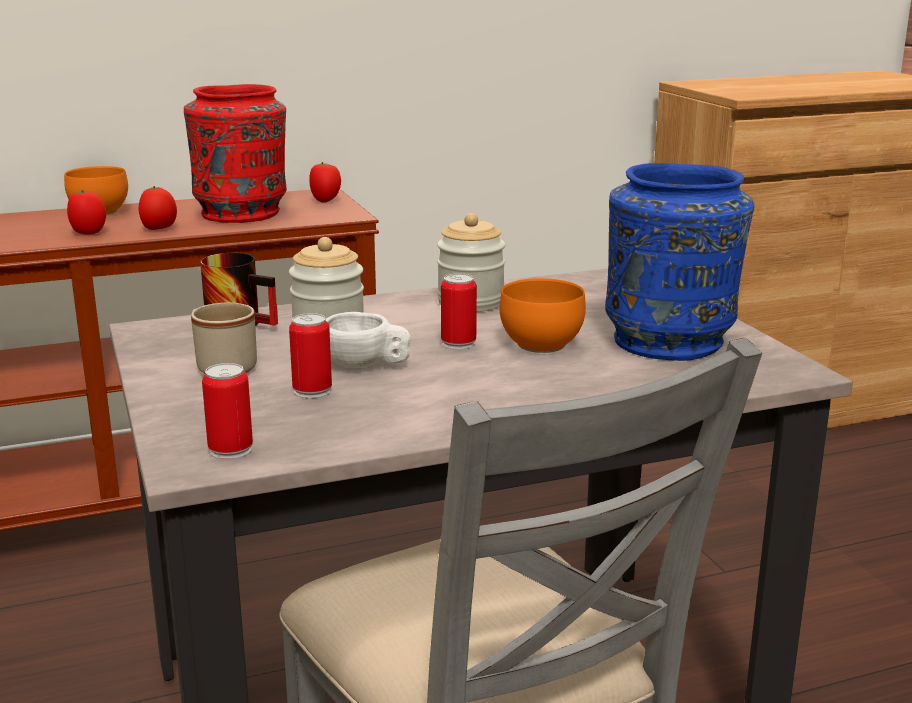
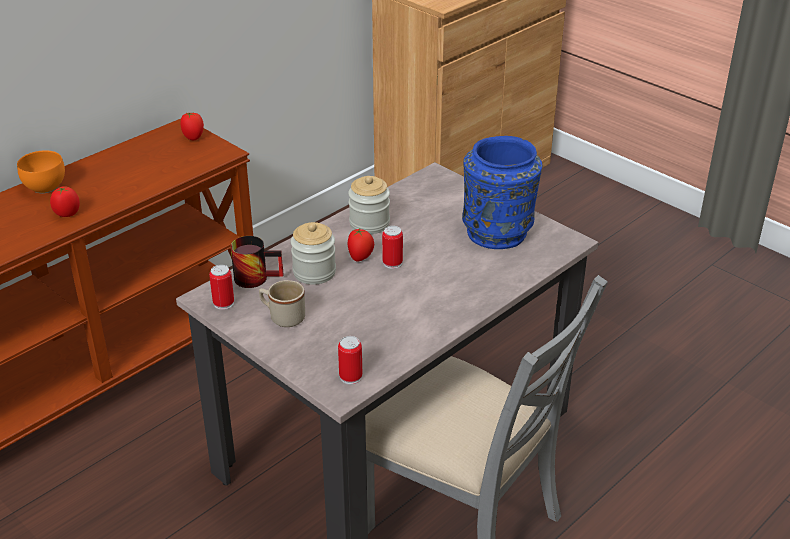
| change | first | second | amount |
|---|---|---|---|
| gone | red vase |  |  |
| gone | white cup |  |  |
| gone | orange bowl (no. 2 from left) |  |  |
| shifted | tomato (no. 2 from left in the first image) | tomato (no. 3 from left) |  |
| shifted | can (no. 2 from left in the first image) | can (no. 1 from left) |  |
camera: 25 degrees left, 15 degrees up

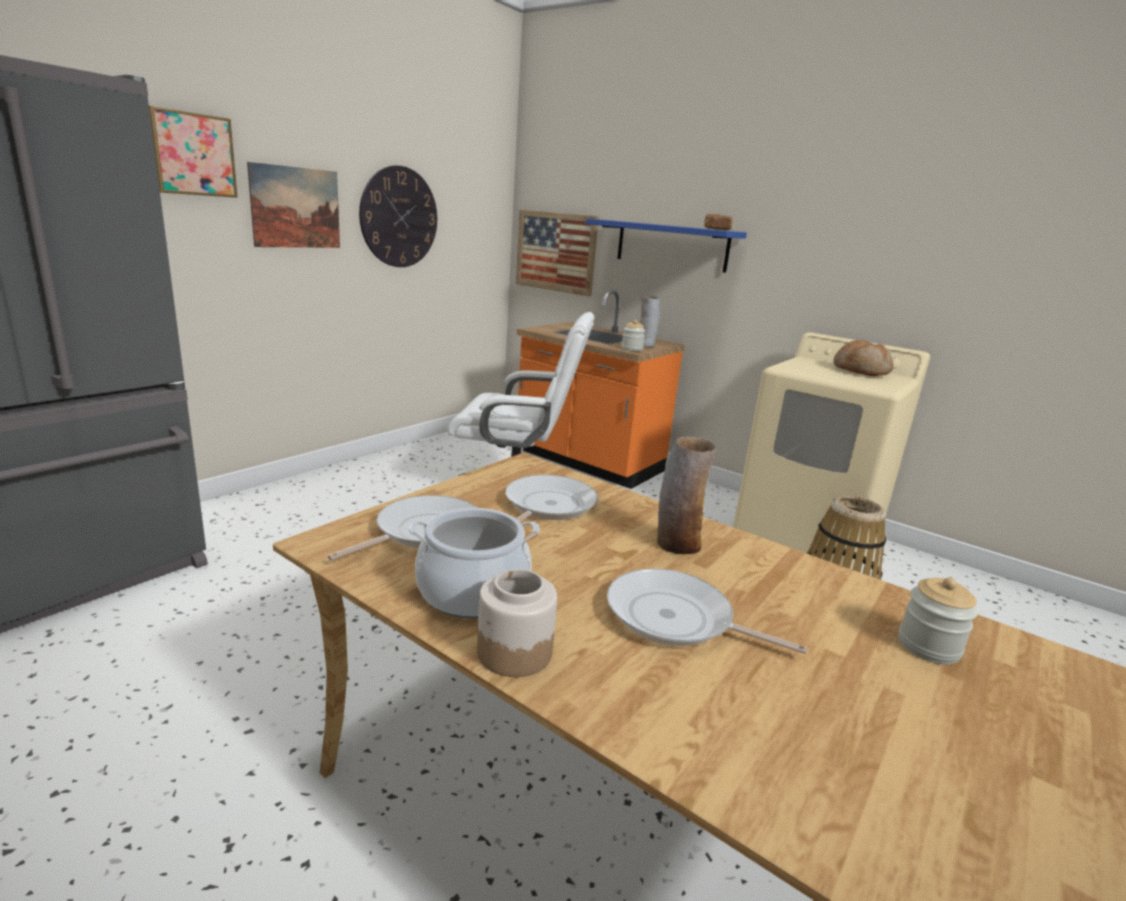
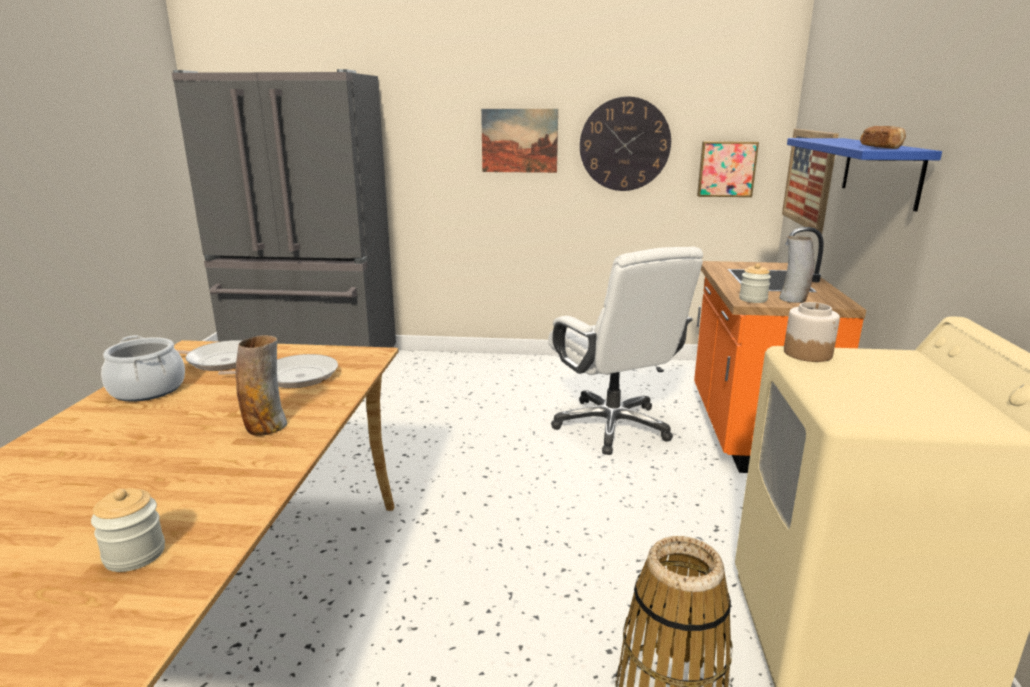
| change | first | second | amount |
|---|---|---|---|
| gone | frying pan (no. 3 from left) |  |  |
| gone | bread (no. 2 from left) |  |  |
| shifted | picture (no. 1 from left in the first image) | picture (no. 2 from left) |  |
| shifted | jar (no. 1 from left in the first image) | jar (no. 3 from left) |  |
camera: 60 degrees right, 0 degrees up

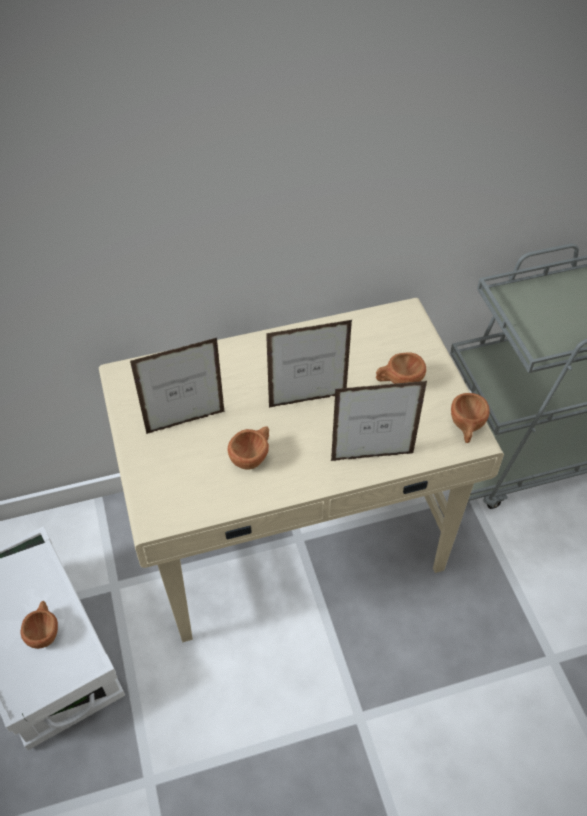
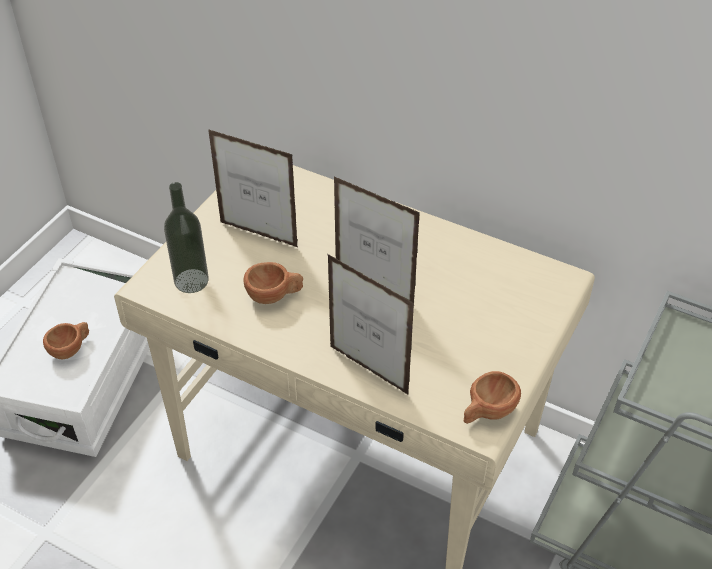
| change | first | second | amount |
|---|---|---|---|
| gone | brown cup (no. 3 from left) |  |  |
| new |  | bottle |  |
camera: 45 degrees right, 5 degrees down

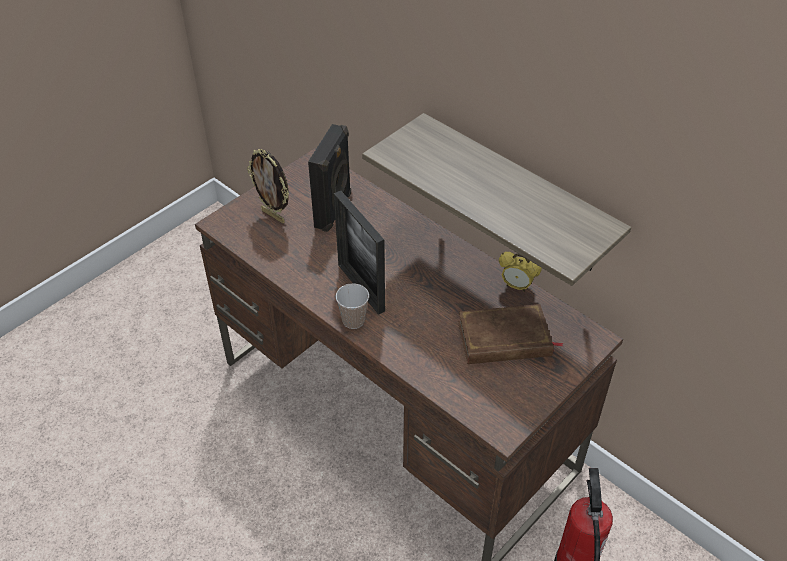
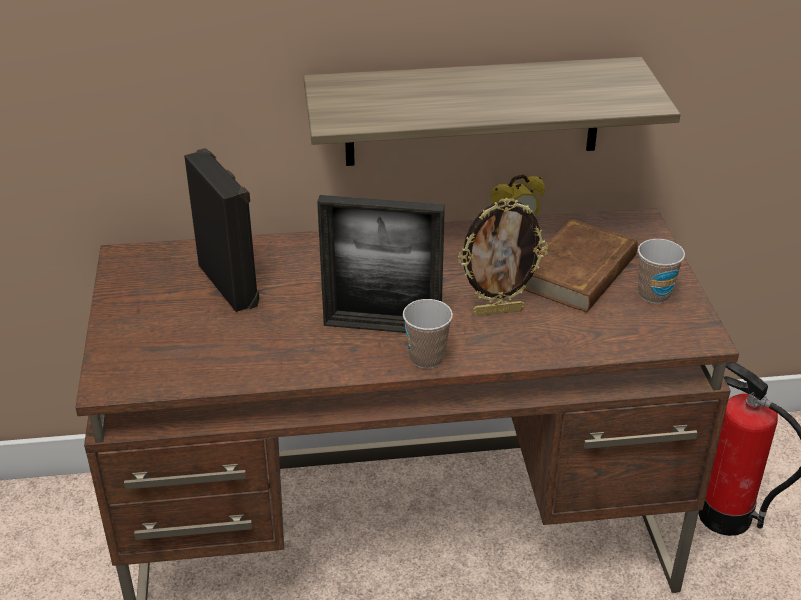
| change | first | second | amount |
|---|---|---|---|
| new |  | cup (no. 2 from left) |  |
| shifted | picture frame (no. 1 from left in the first image) | picture frame (no. 2 from left) |  |
camera: 50 degrees left, 10 degrees down

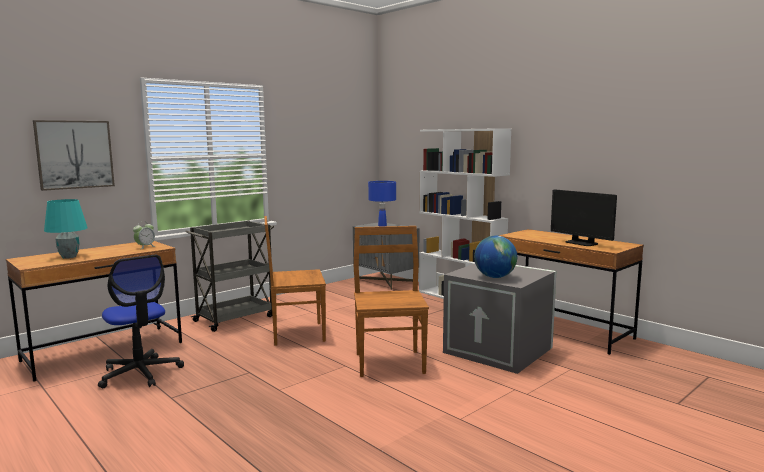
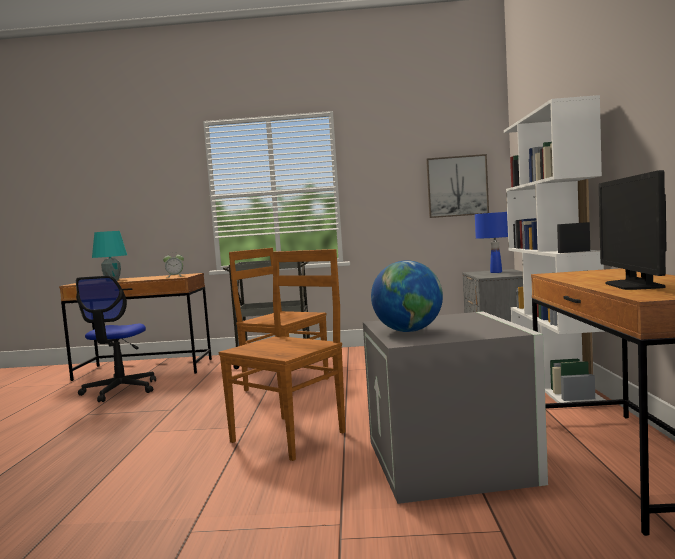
| change | first | second | amount |
|---|---|---|---|
| shifted | picture |  |  |
camera: 45 degrees right, 5 degrees down

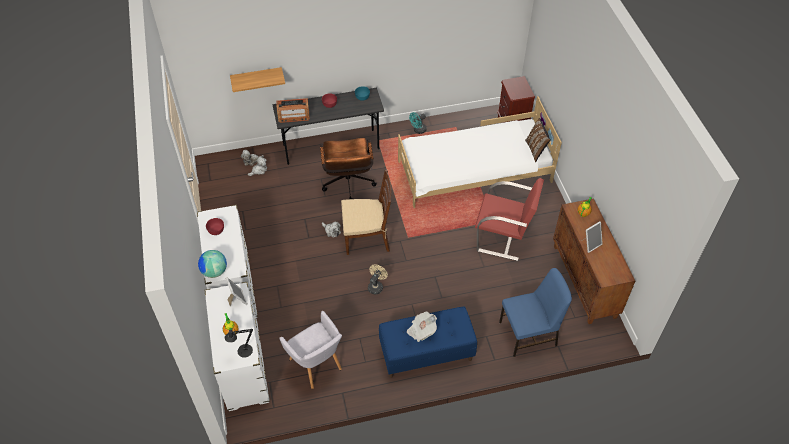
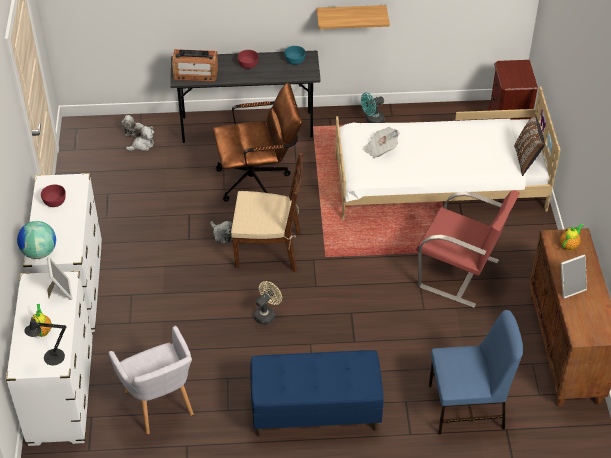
| change | first | second | amount |
|---|---|---|---|
| shifted | shelf |  |  |
| shifted | newspaper |  |  |
| rotated | brown office chair |  | 105 degrees counterclockwise |
camera: 10 degrees right, 5 degrees down

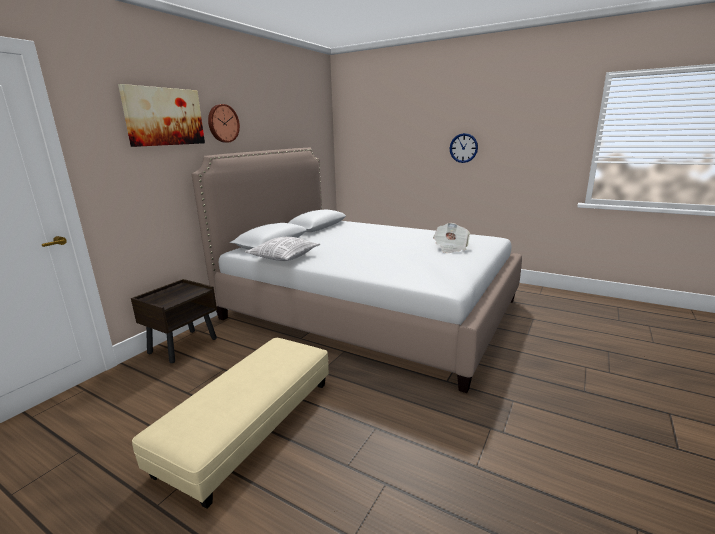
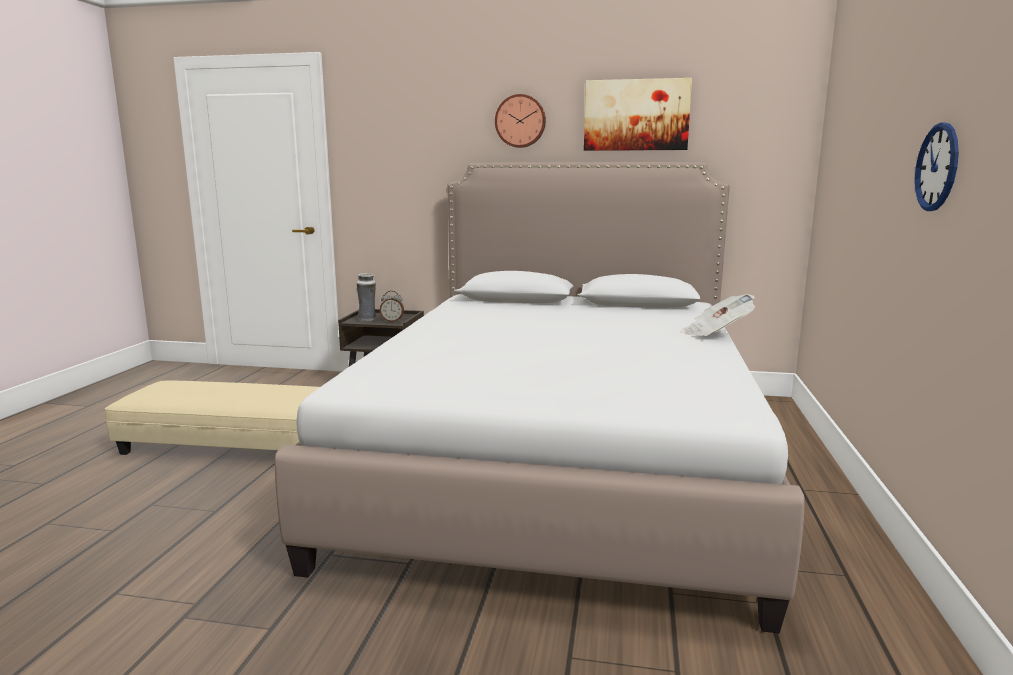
| change | first | second | amount |
|---|---|---|---|
| gone | pillow |  |  |
| new |  | vase |  |
| new |  | alarm clock |  |
| shifted | picture |  |  |
| shifted | newspaper |  |  |
camera: 70 degrees right, 5 degrees down

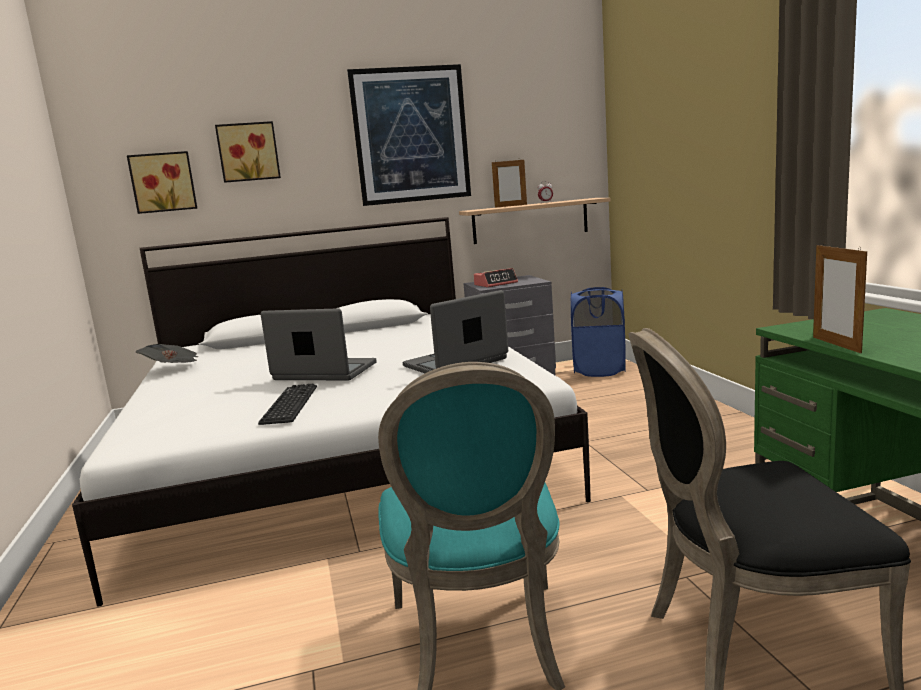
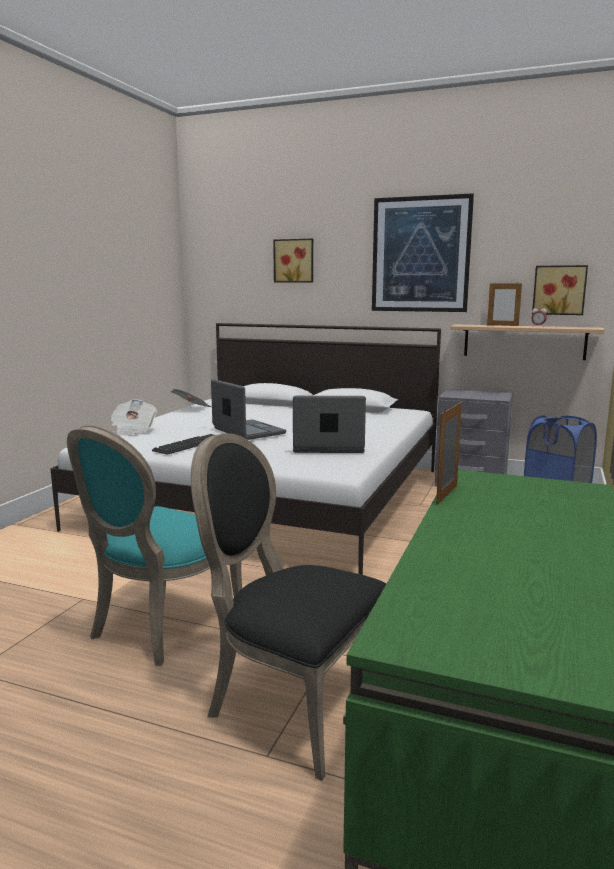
| change | first | second | amount |
|---|---|---|---|
| gone | alarm clock (no. 1 from left) |  |  |
| new |  | newspaper (no. 1 from left) |  |
| shifted | picture (no. 1 from left in the first image) | picture (no. 3 from left) |  |
camera: 35 degrees right, 0 degrees up

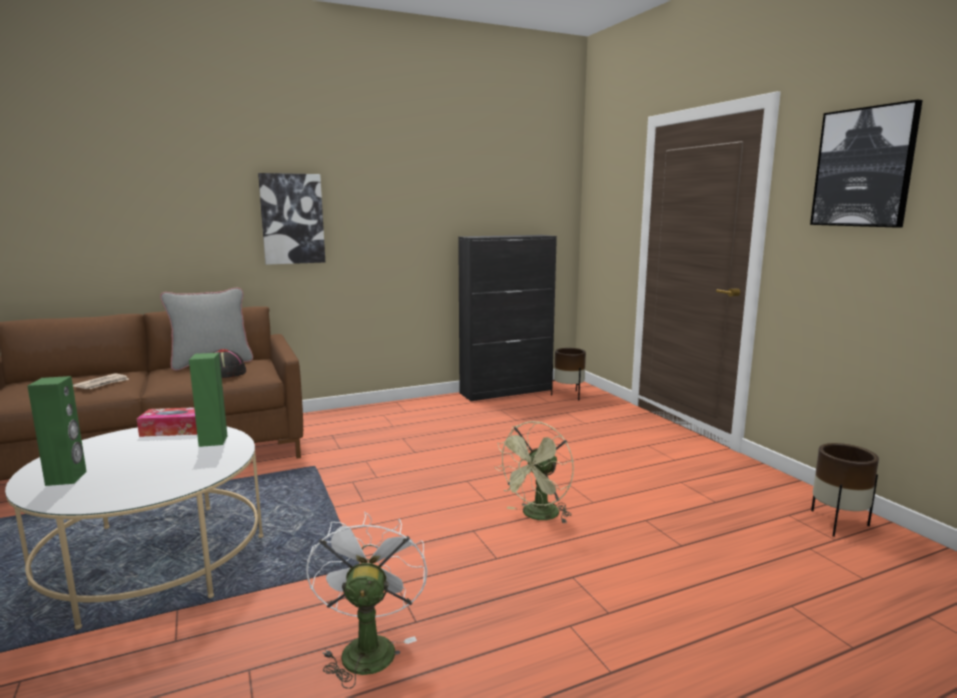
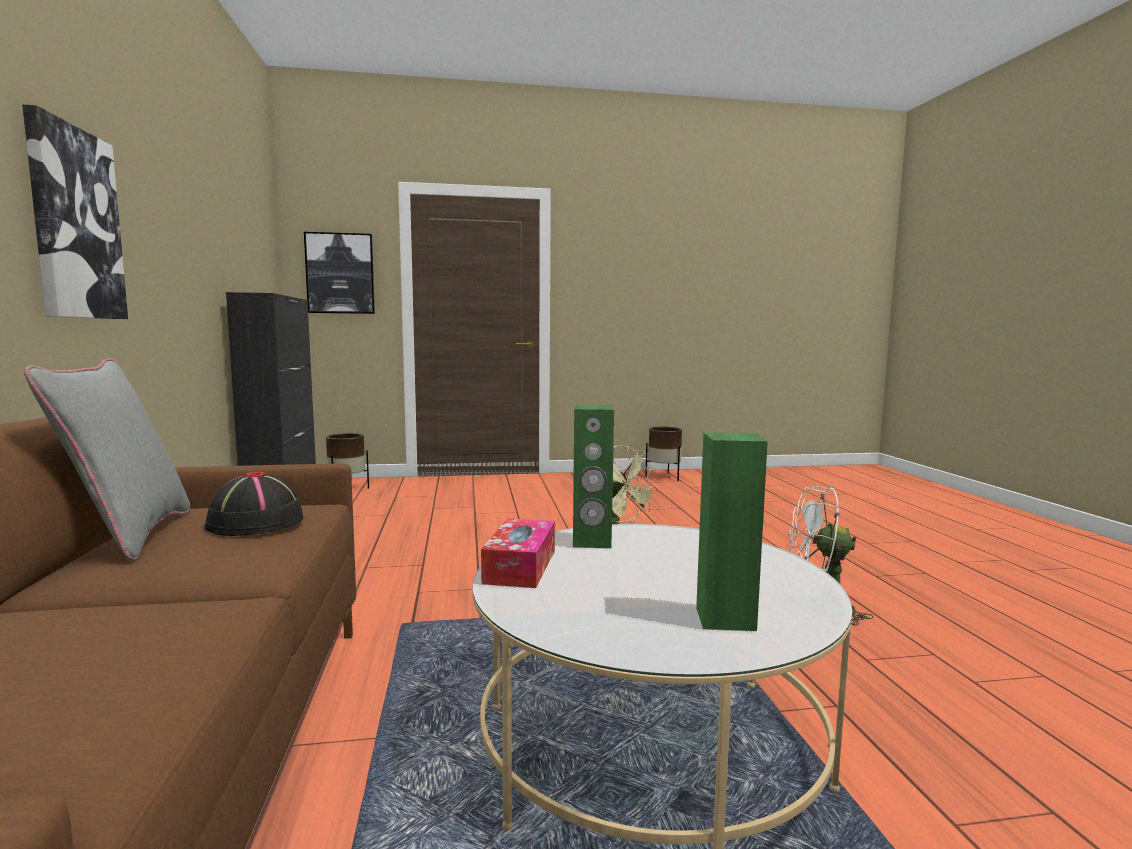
| change | first | second | amount |
|---|---|---|---|
| gone | newspaper |  |  |
| shifted | picture (no. 2 from left) |  |  |
camera: 75 degrees left, 5 degrees down

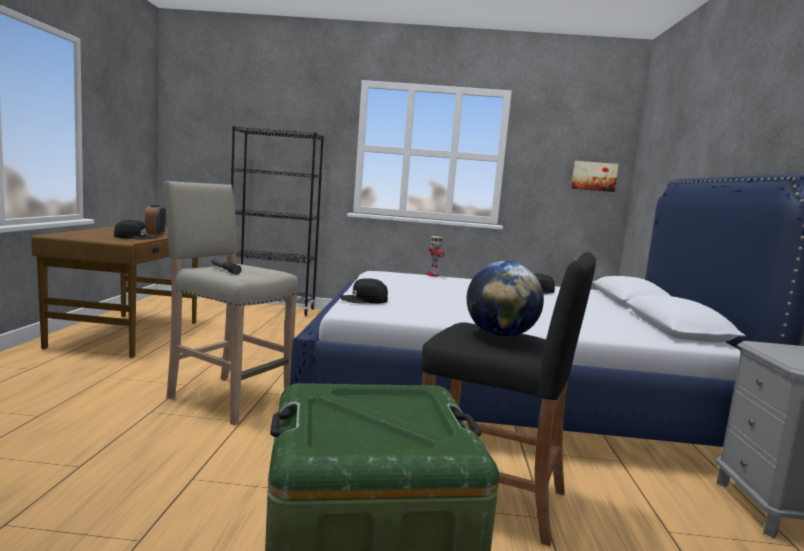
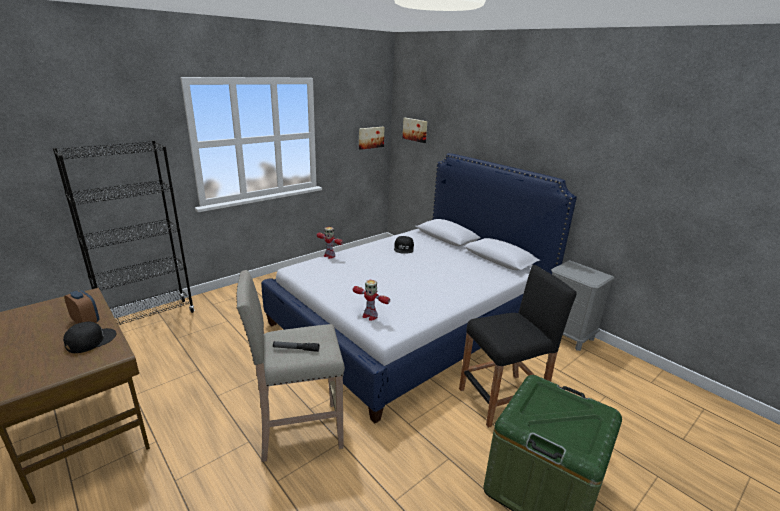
| change | first | second | amount |
|---|---|---|---|
| gone | globe |  |  |
| new |  | picture (no. 2 from left) |  |
| swapped | black cap (no. 2 from left) | toy robot (no. 2 from left) |  |
camera: 45 degrees left, 15 degrees up

